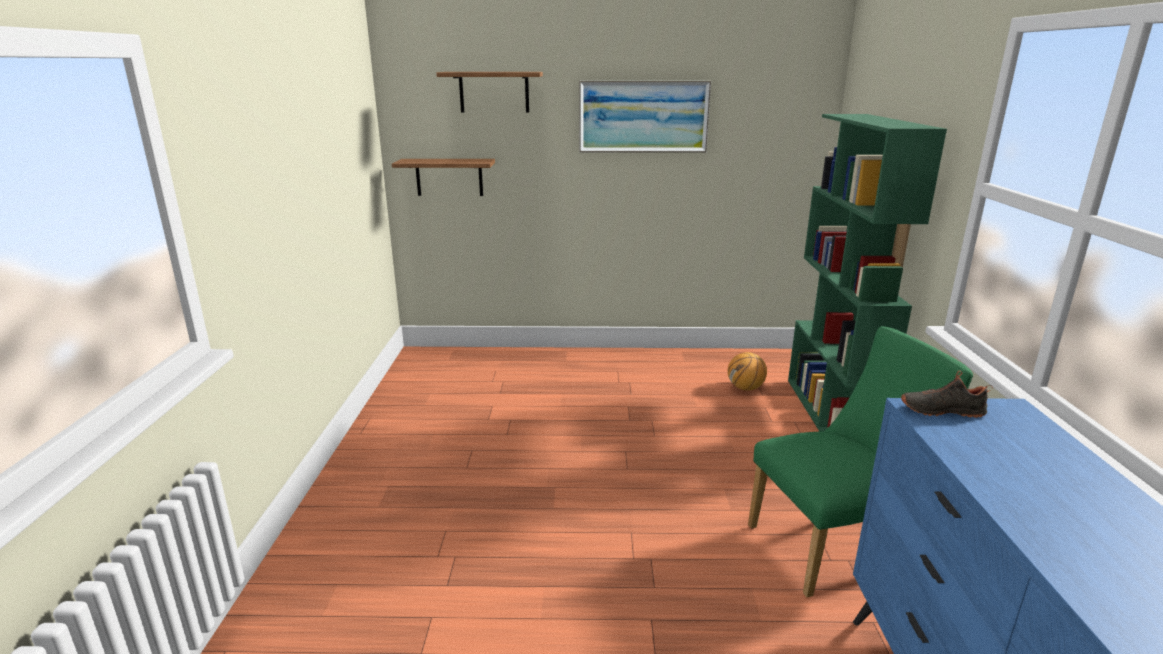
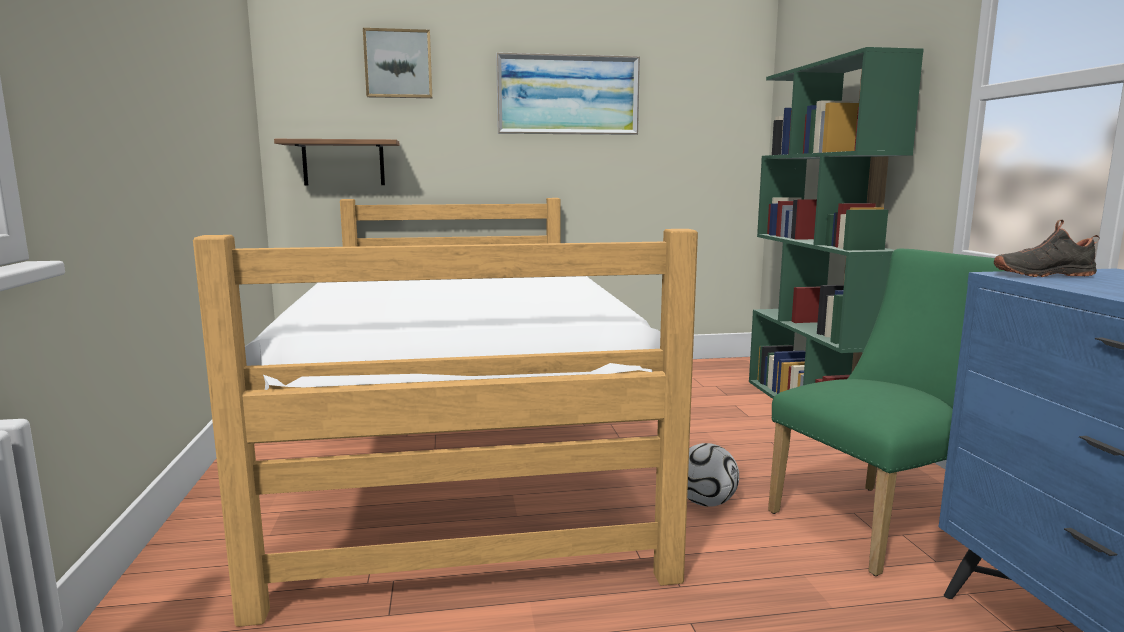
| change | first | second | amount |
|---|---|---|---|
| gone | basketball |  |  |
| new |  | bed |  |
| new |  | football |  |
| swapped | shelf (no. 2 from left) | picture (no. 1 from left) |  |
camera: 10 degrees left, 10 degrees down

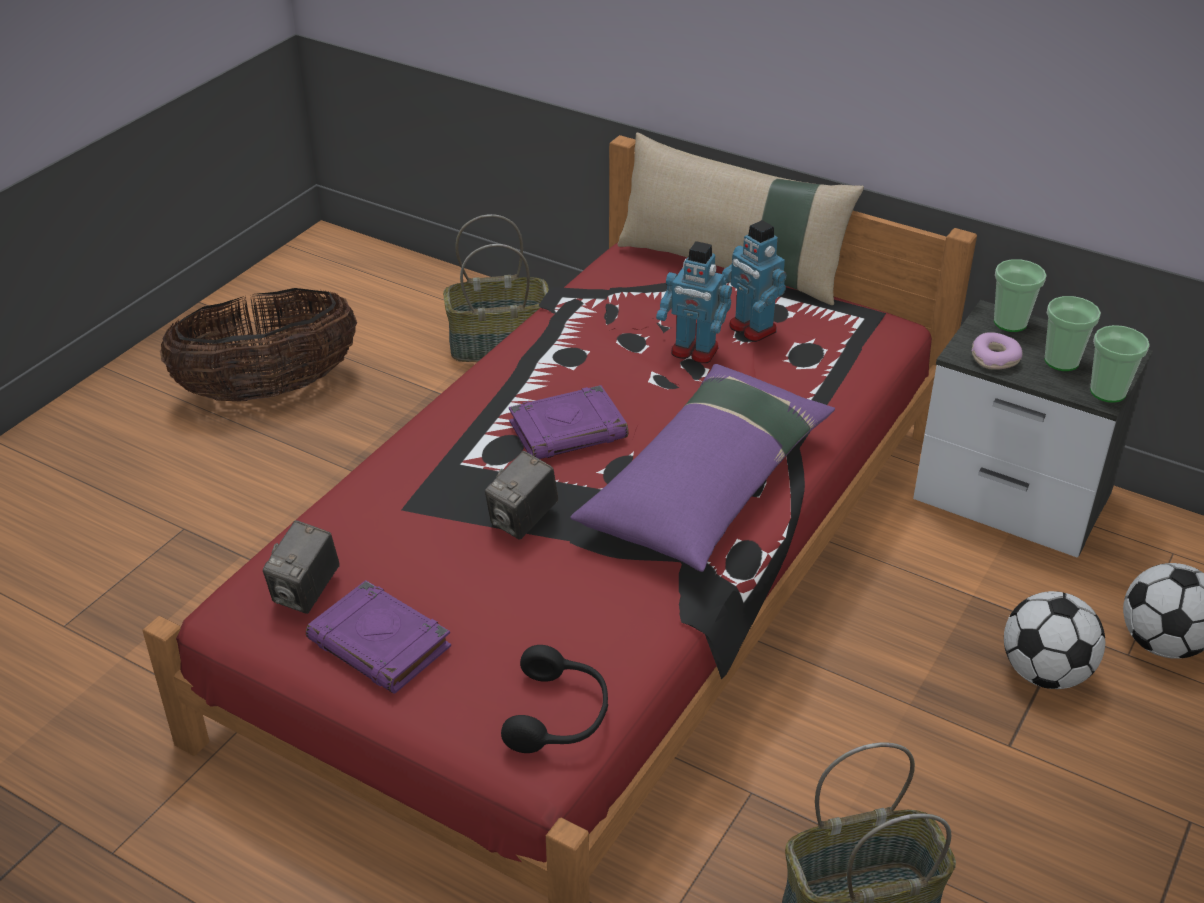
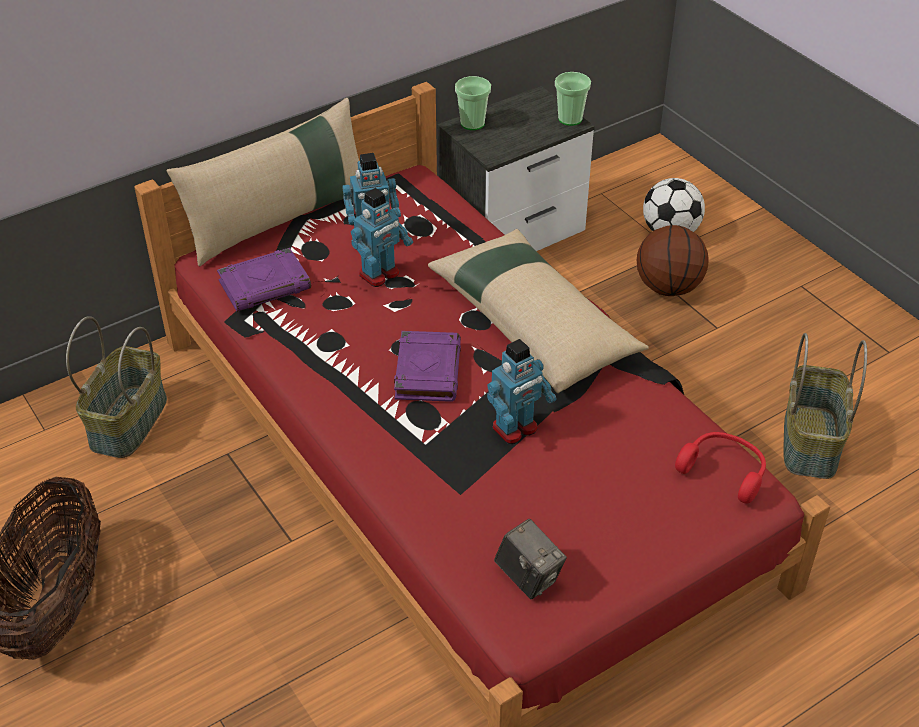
| change | first | second | amount |
|---|---|---|---|
| gone | donut |  |  |
| gone | cup (no. 2 from left) |  |  |
| shifted | purple book (no. 1 from left) |  |  |
| swapped | photo camera (no. 2 from left) | toy robot (no. 3 from left) |  |
| swapped | football (no. 1 from left) | basketball |  |
| repainted | black headphones | red headphones |  |
| repainted | purple pillow | beige pillow (no. 2 from left) |  |
camera: 65 degrees left, 5 degrees up

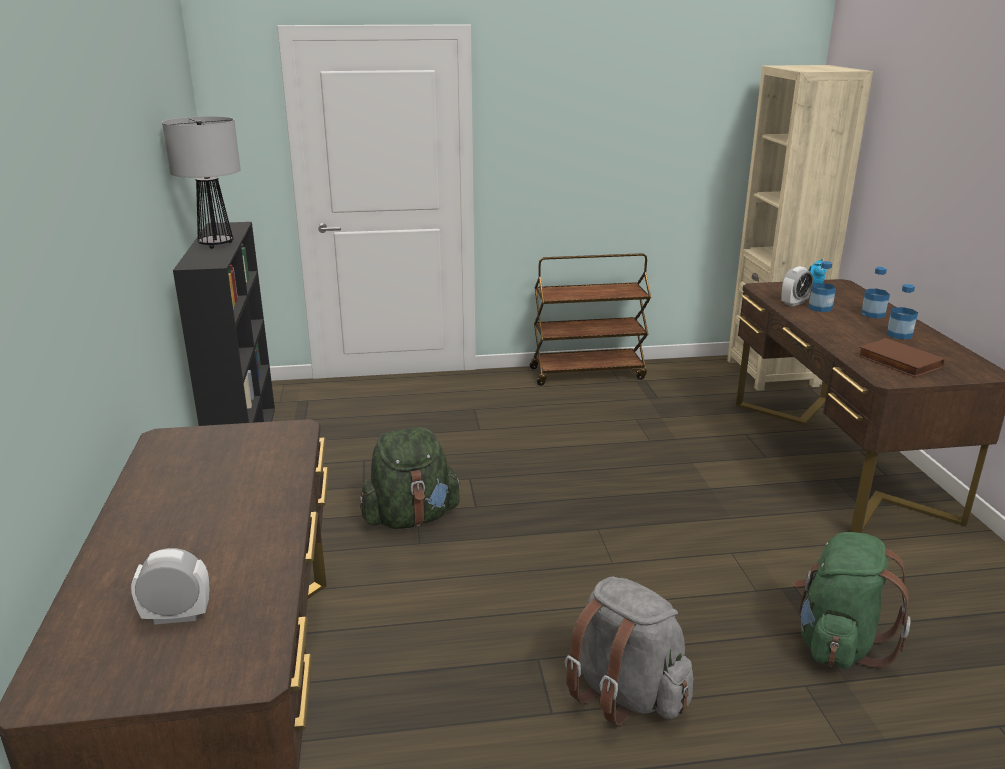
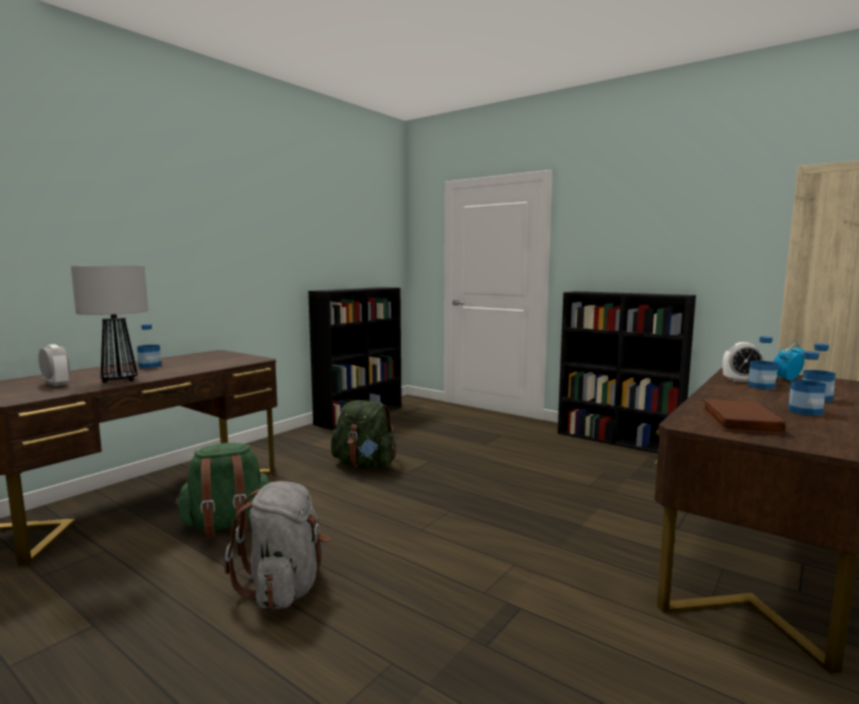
| change | first | second | amount |
|---|---|---|---|
| new |  | bottle (no. 1 from left) |  |
| shifted | table lamp |  |  |
| shifted | green backpack (no. 2 from left in the first image) | green backpack (no. 1 from left) |  |
| swapped | brown cart | black bookcase (no. 2 from left) |  |
camera: 45 degrees right, 15 degrees down

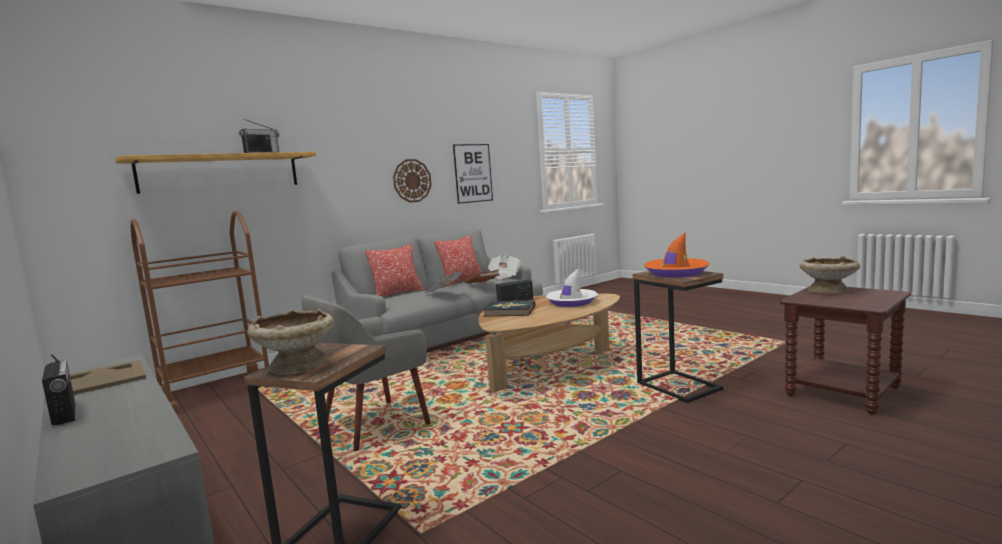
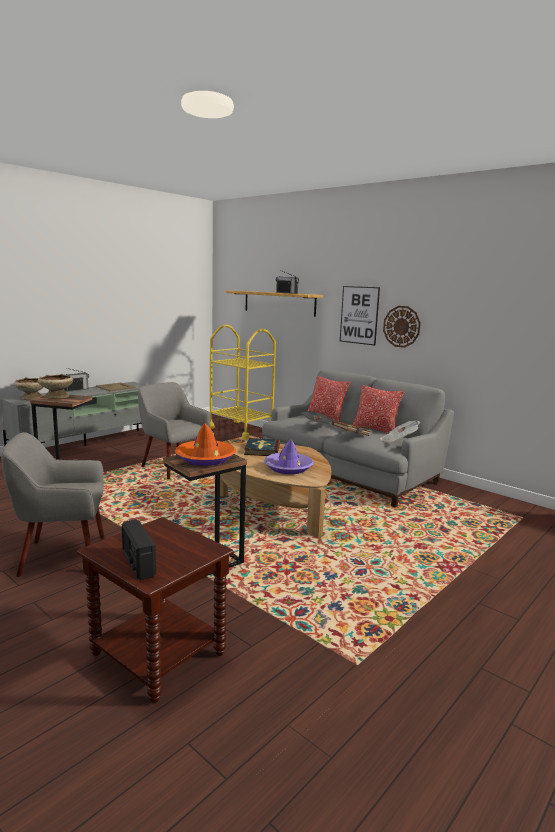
| change | first | second | amount |
|---|---|---|---|
| new |  | grey armchair (no. 1 from left) |  |
| shifted | picture |  |  |
| shifted | radio (no. 3 from left in the first image) | radio (no. 2 from left) |  |
| shifted | beige bowl (no. 2 from left in the first image) | beige bowl (no. 1 from left) |  |
| repainted | brown cart | yellow cart |  |
| repainted | white hat | purple hat |  |
camera: 80 degrees right, 5 degrees up

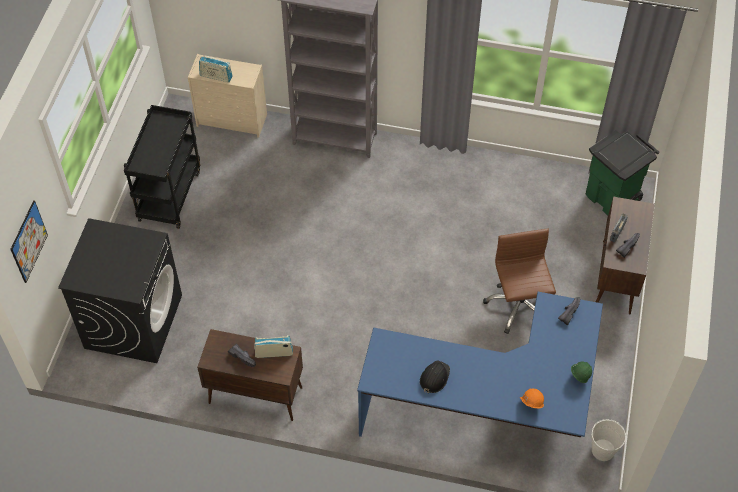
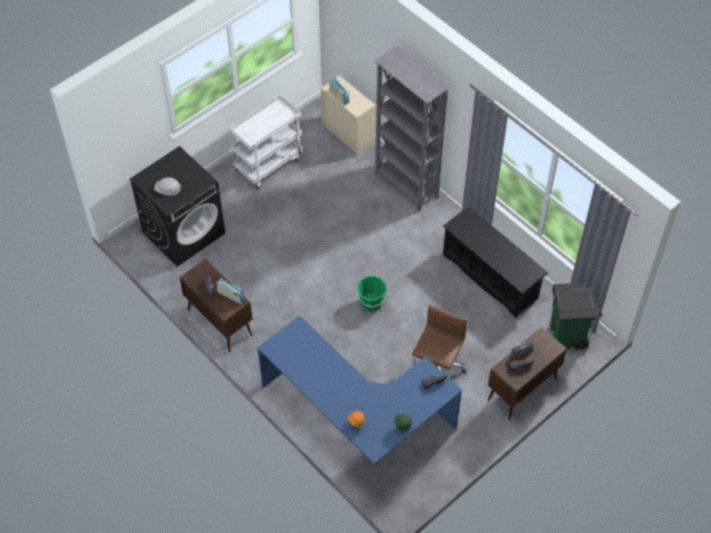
| change | first | second | amount |
|---|---|---|---|
| gone | picture |  |  |
| gone | black hard hat |  |  |
| gone | white bucket |  |  |
| new |  | white hard hat |  |
| new |  | green bucket |  |
| new |  | black shoe rack |  |
| repainted | black cart | white cart |  |
camera: 35 degrees right, 0 degrees up

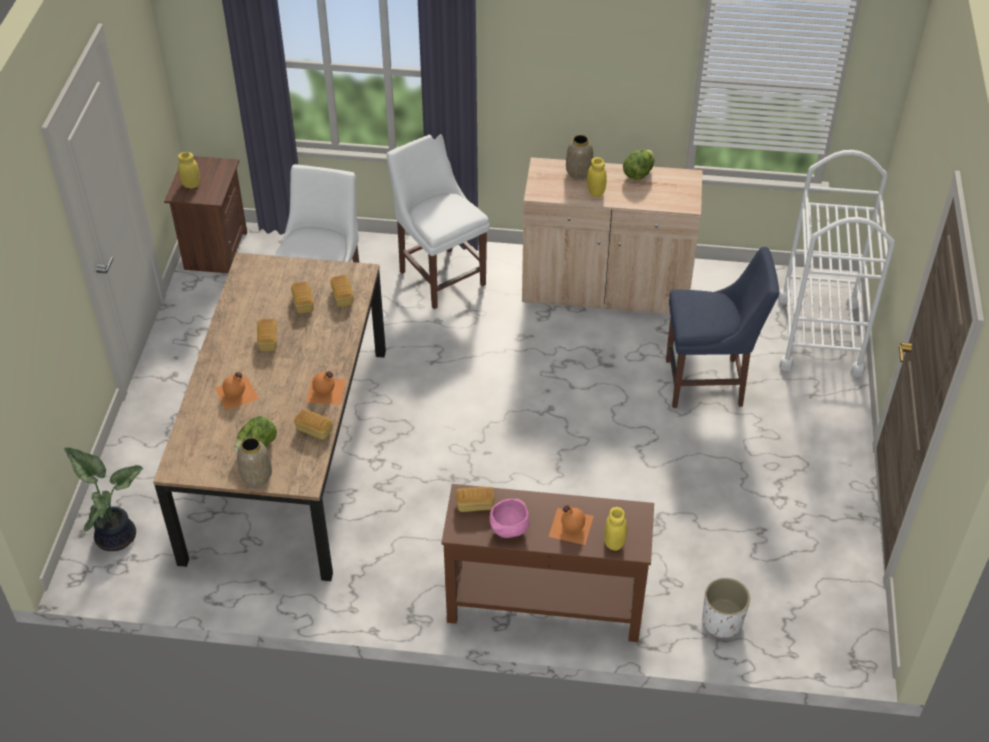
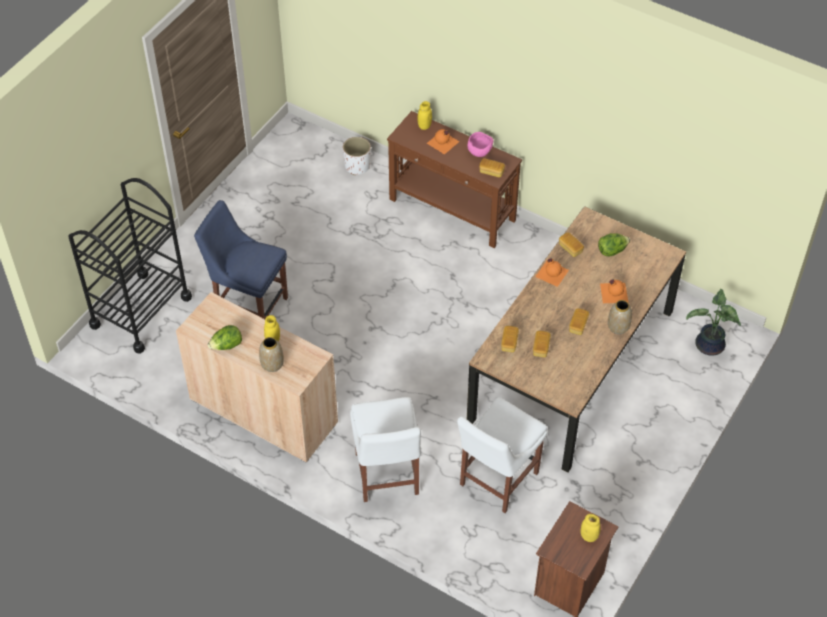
| change | first | second | amount |
|---|---|---|---|
| shifted | vase (no. 1 from left in the first image) | vase (no. 2 from left) |  |
| repainted | white cart | black cart |  |
camera: 155 degrees left, 5 degrees up

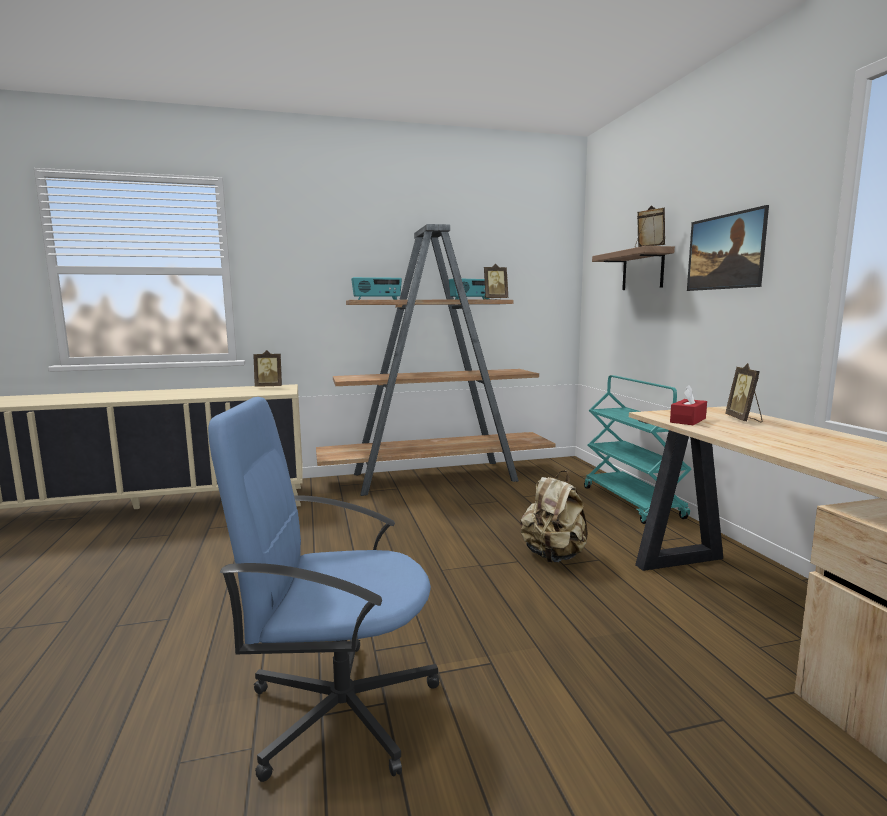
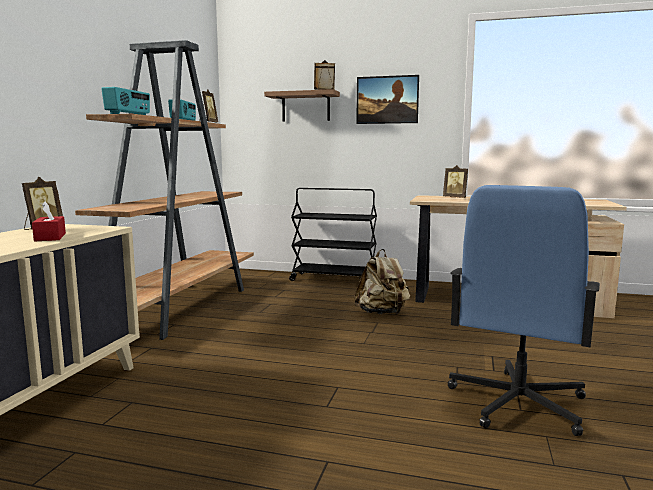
| change | first | second | amount |
|---|---|---|---|
| shifted | red tissue box |  |  |
| repainted | turquoise cart | black cart |  |
camera: 60 degrees left, 0 degrees up

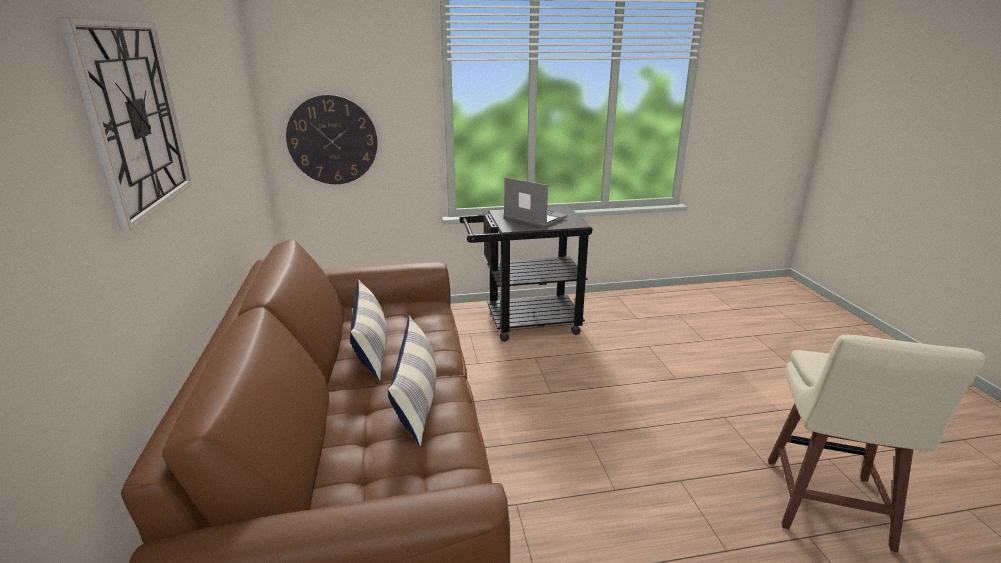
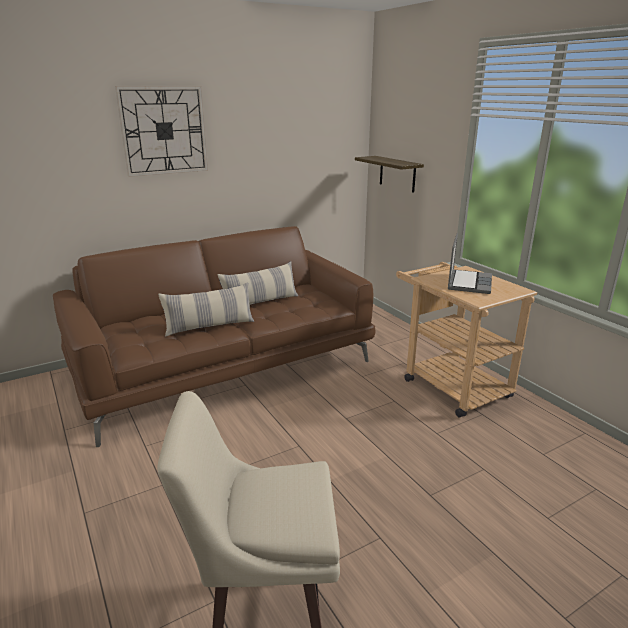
| change | first | second | amount |
|---|---|---|---|
| swapped | wall clock (no. 2 from left) | shelf |  |
| repainted | black cart | beige cart |  |
camera: 70 degrees right, 0 degrees up

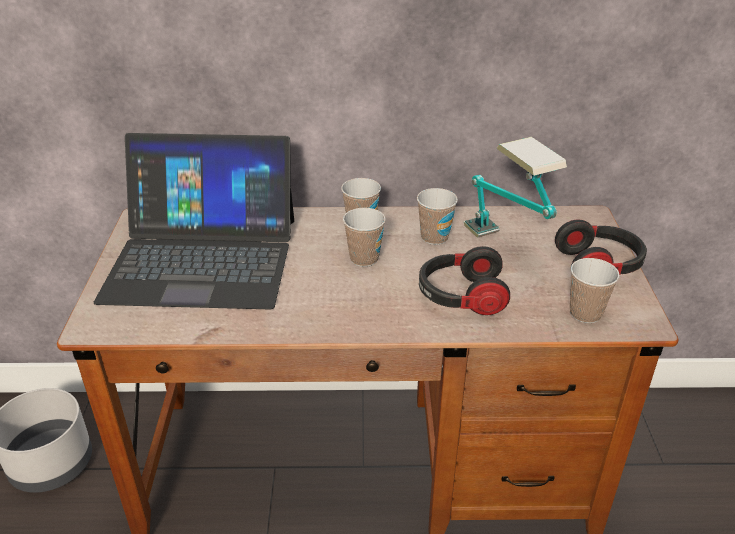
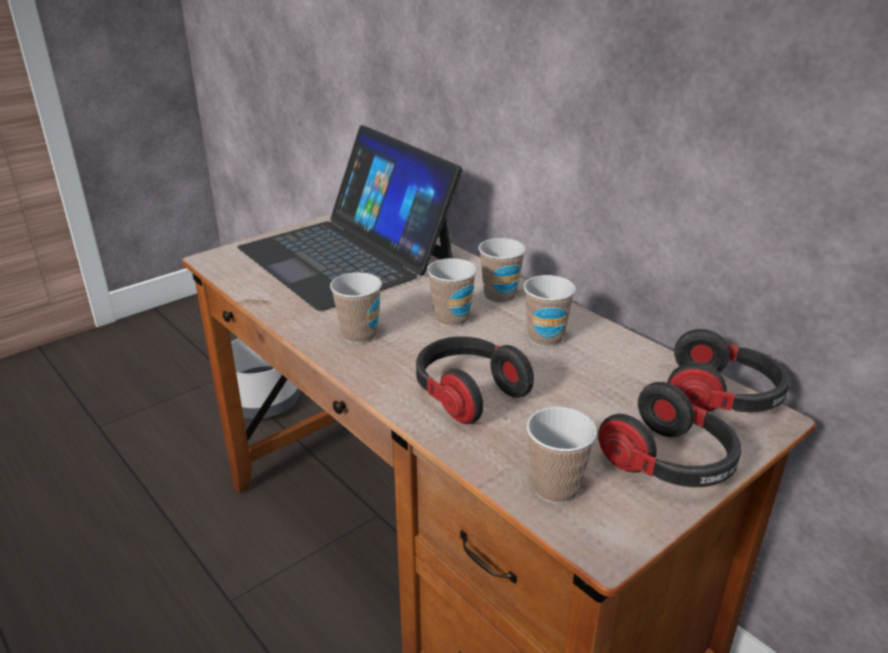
| change | first | second | amount |
|---|---|---|---|
| gone | table lamp |  |  |
| new |  | cup (no. 1 from left) |  |
| new |  | headphones (no. 3 from left) |  |
camera: 50 degrees right, 5 degrees down

